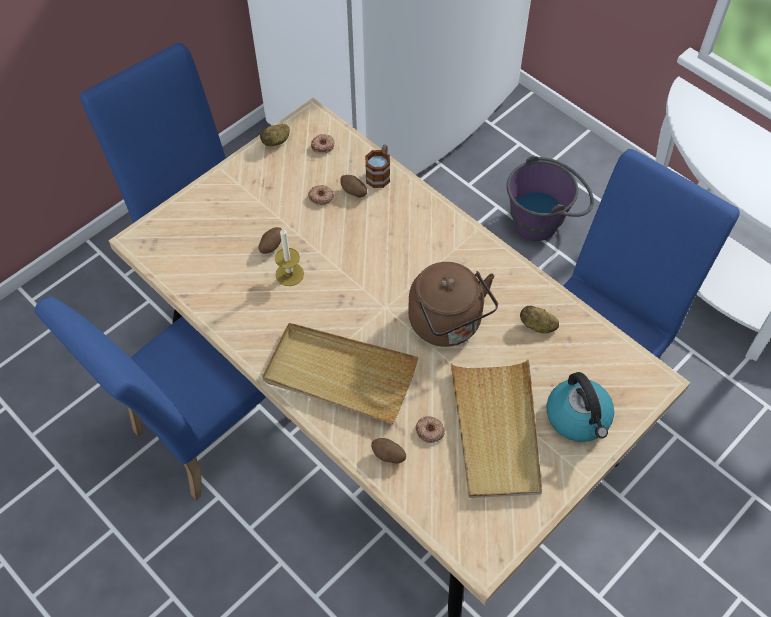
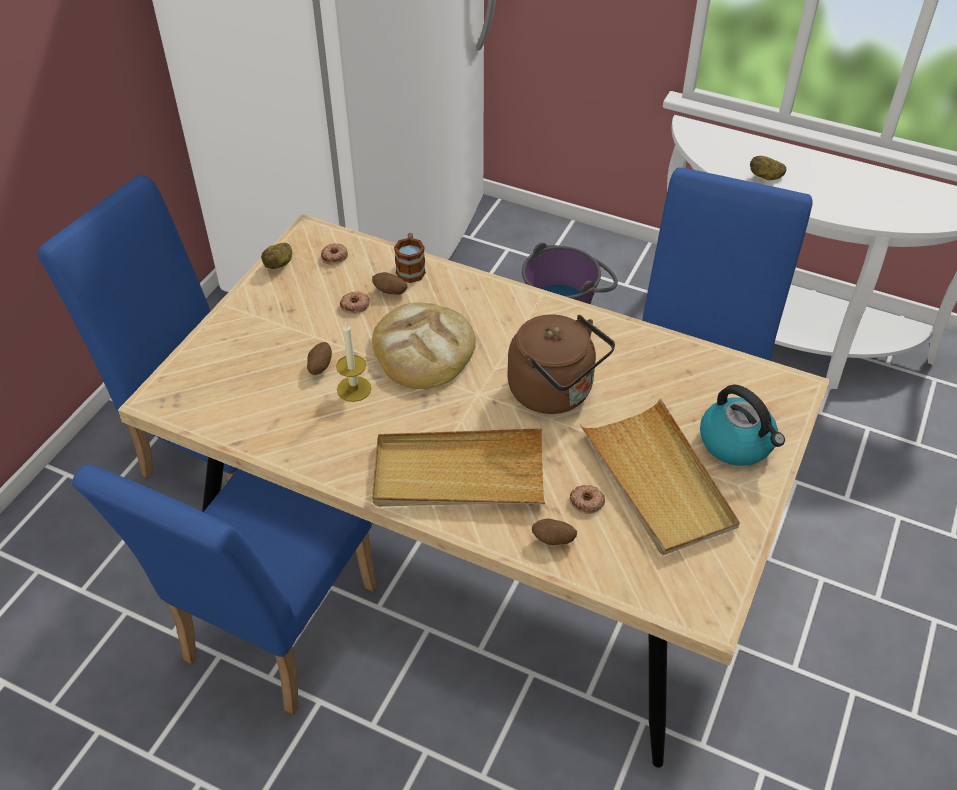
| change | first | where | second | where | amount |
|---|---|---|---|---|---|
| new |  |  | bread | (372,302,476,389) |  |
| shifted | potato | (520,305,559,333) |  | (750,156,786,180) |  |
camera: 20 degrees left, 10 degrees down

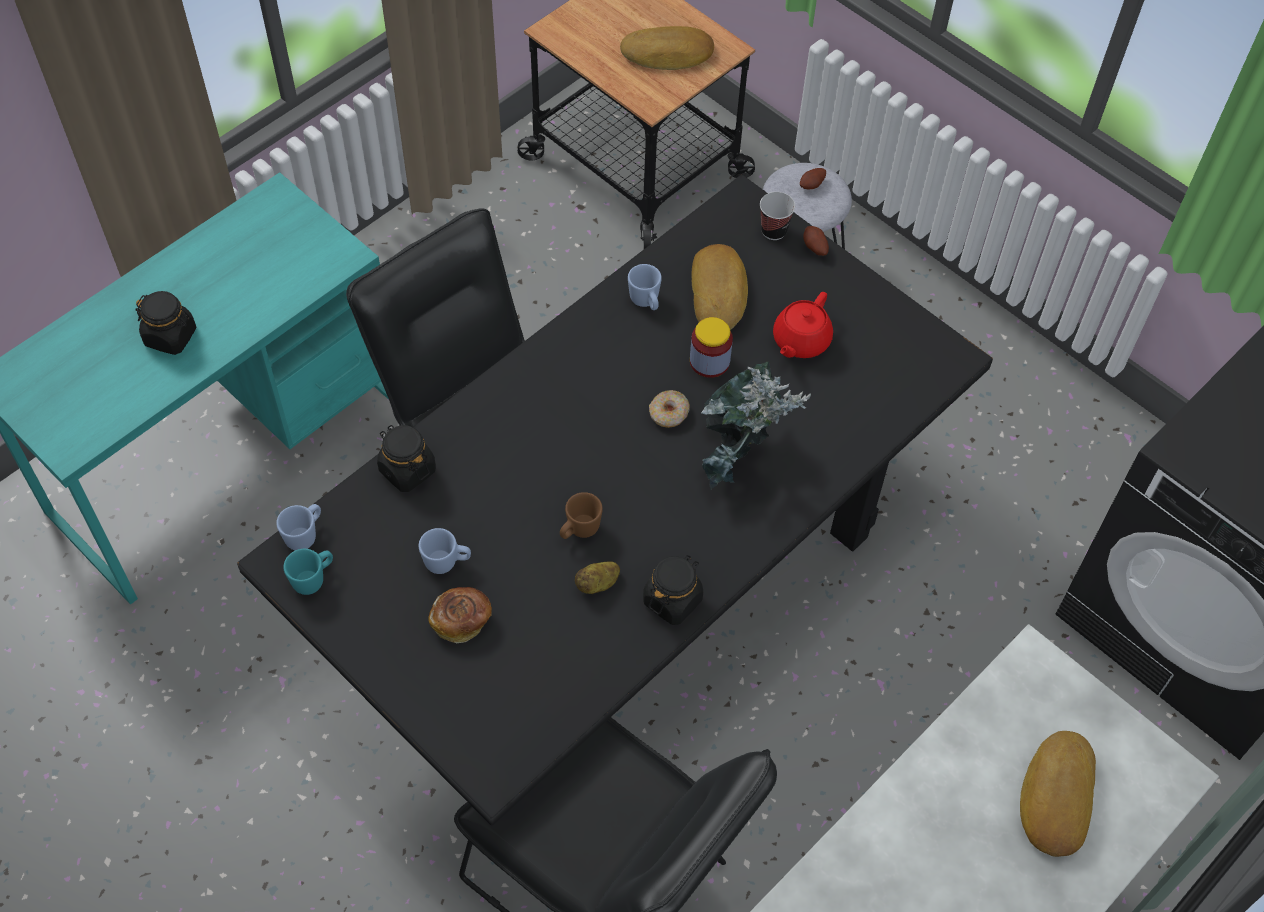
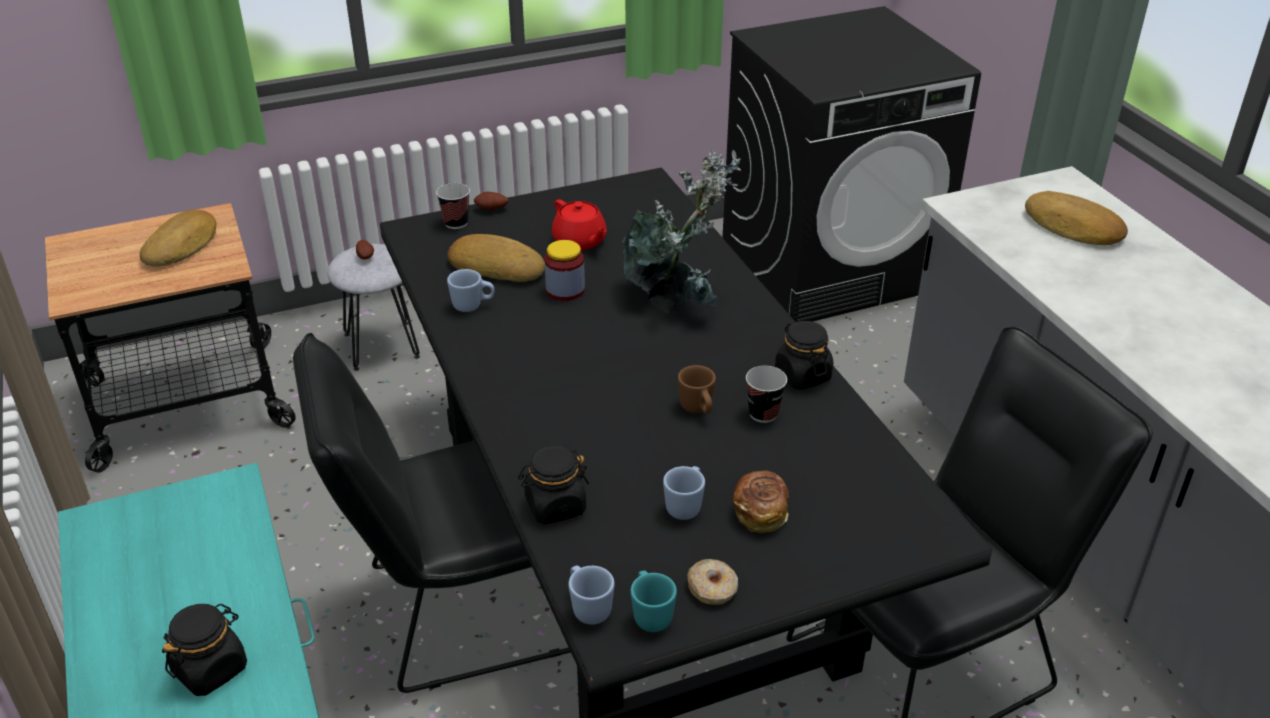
| change | first | where | second | where | amount |
|---|---|---|---|---|---|
| shifted | donut | (649,390,690,428) |  | (687,559,738,605) |  |
| swapped | potato | (575,561,620,594) | cup | (746,366,787,423) |  |
camera: 65 degrees left, 20 degrees down

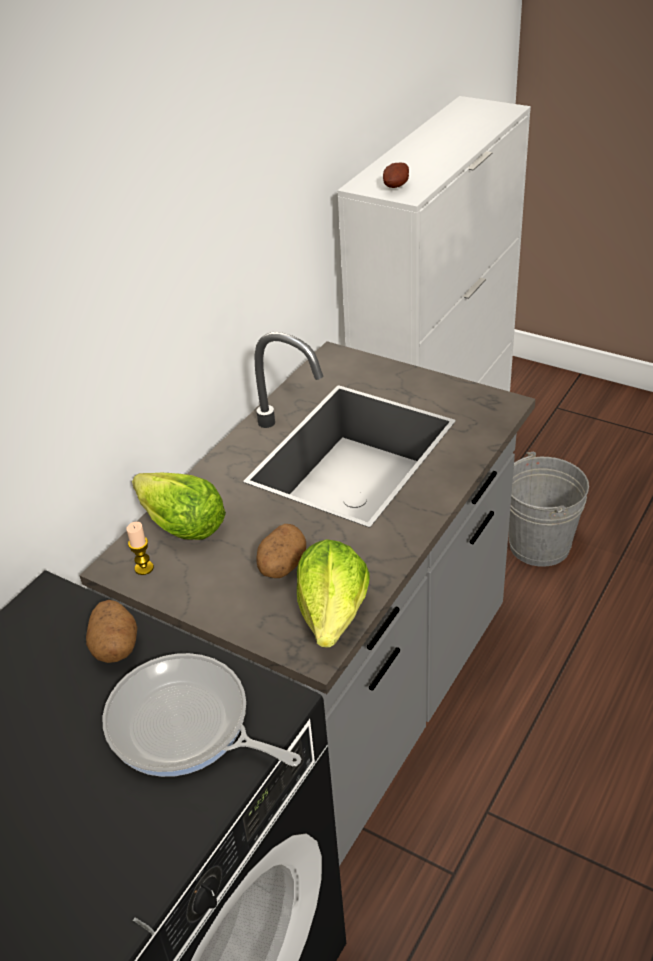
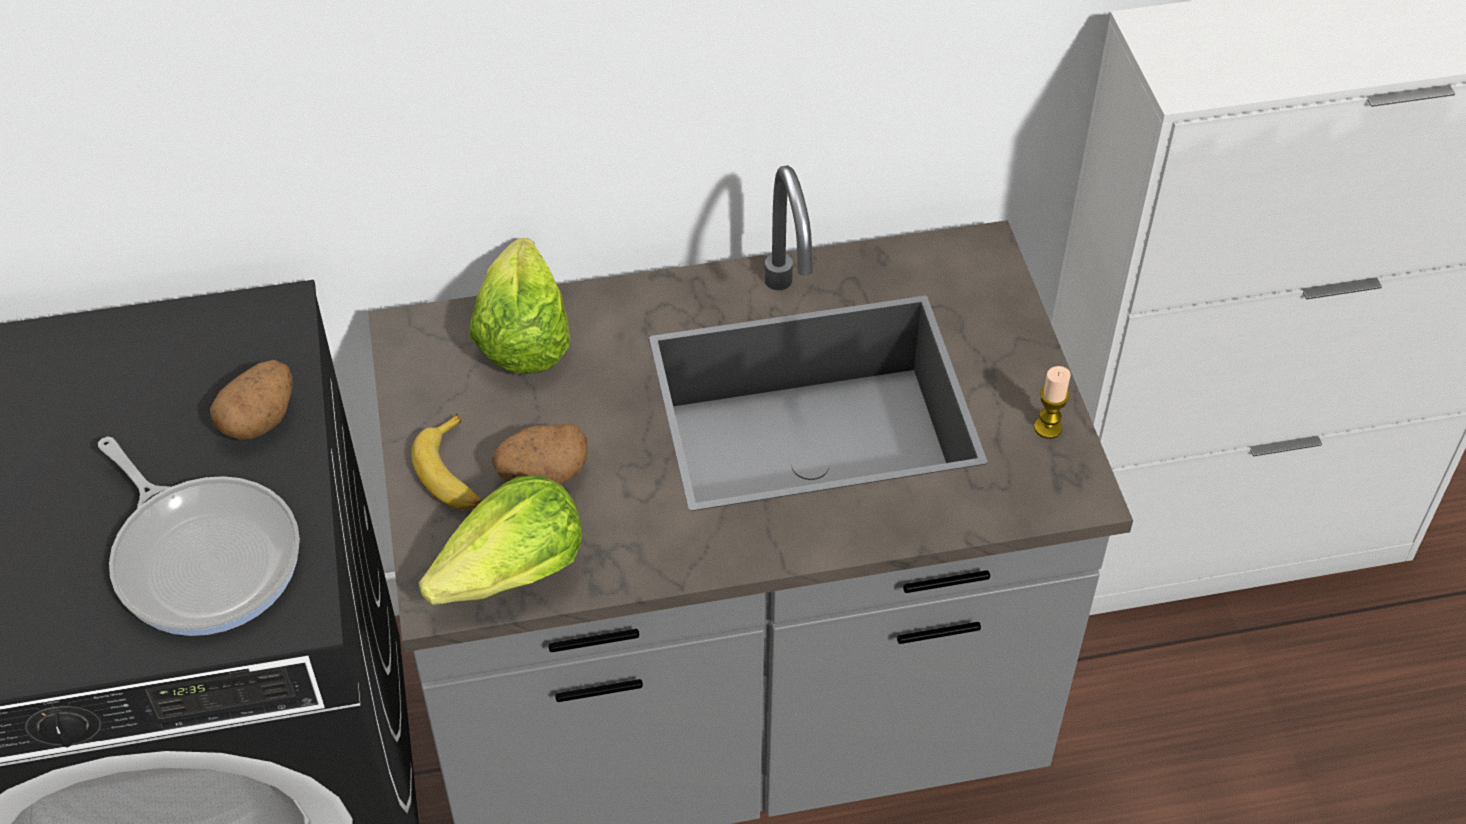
| change | first | where | second | where | amount |
|---|---|---|---|---|---|
| rotated | frying pan | (103,653,301,777) |  | (98,437,300,636) | 150 degrees clockwise |
| new |  |  | banana | (411,413,482,509) |  |
| shifted | candle | (127,522,154,575) |  | (1034,366,1071,439) |  |
| gone | potato | (383,163,409,188) |  |  |  |
| gone | grey bucket | (509,451,589,567) |  |  |  |
camera: 45 degrees right, 10 degrees up

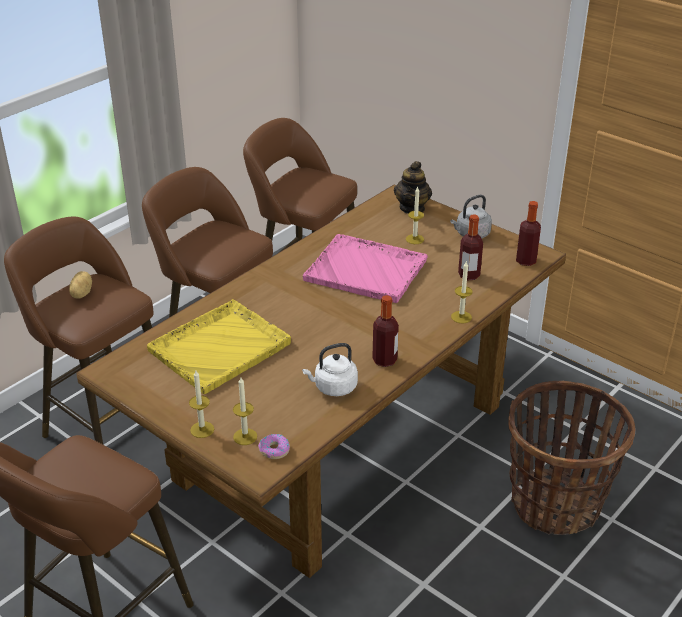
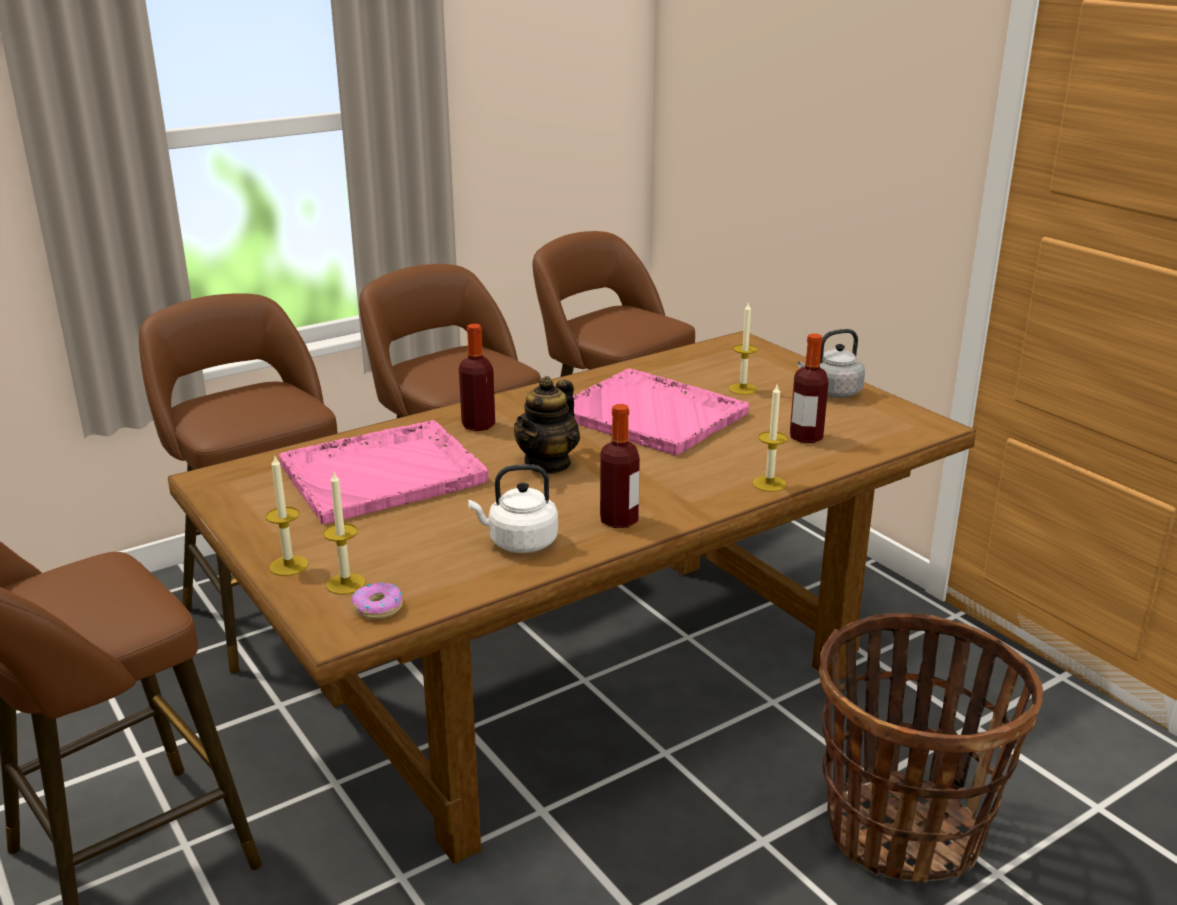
| change | first | where | second | where | amount |
|---|---|---|---|---|---|
| repainted | yellow tray | (147,299,291,394) | pink tray | (279,420,489,524) |  |
| shifted | bottle | (516,201,541,266) |  | (459,324,495,431) |  |
| shifted | teapot | (394,161,432,214) |  | (514,376,580,474) |  |
| gone | potato | (69,271,92,299) |  |  |  |
camera: 15 degrees right, 10 degrees down

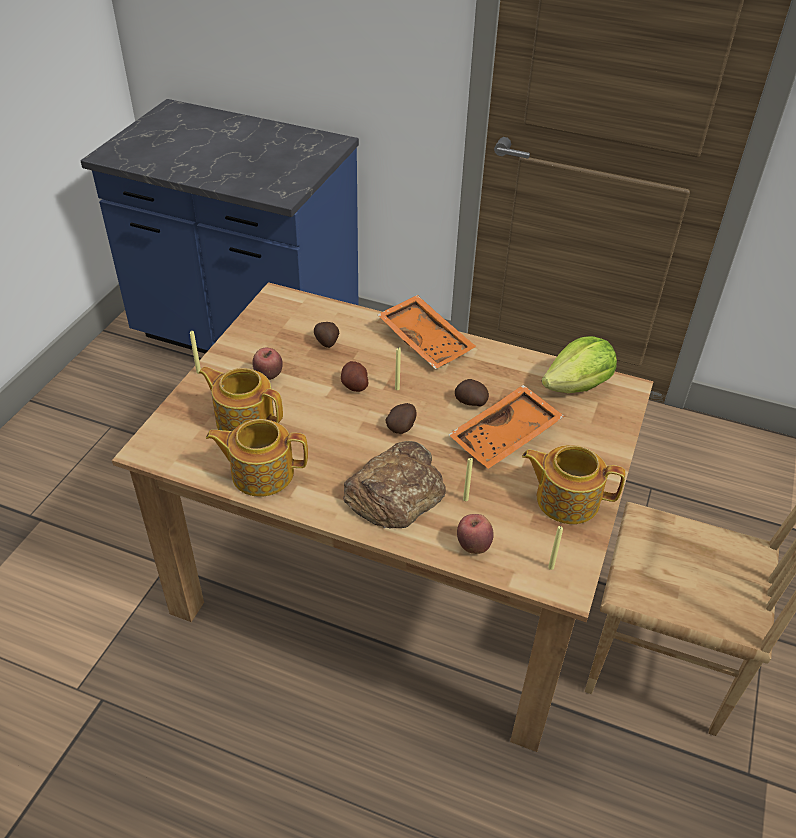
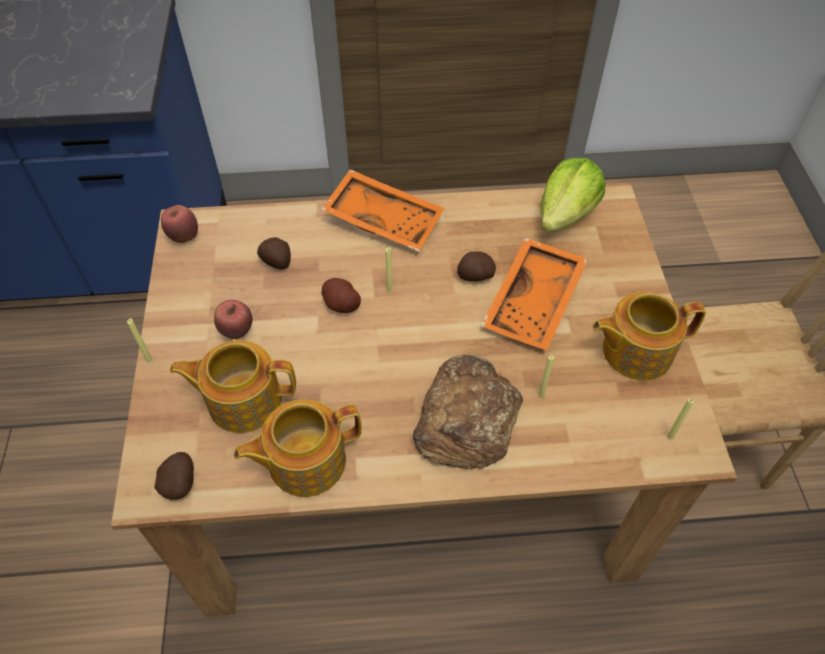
| change | first | where | second | where | amount |
|---|---|---|---|---|---|
| shifted | potato | (385,403,417,434) |  | (154,452,194,500) |  |
| shifted | apple | (457,514,494,554) |  | (161,205,198,243) |  |
camera: 25 degrees left, 10 degrees up

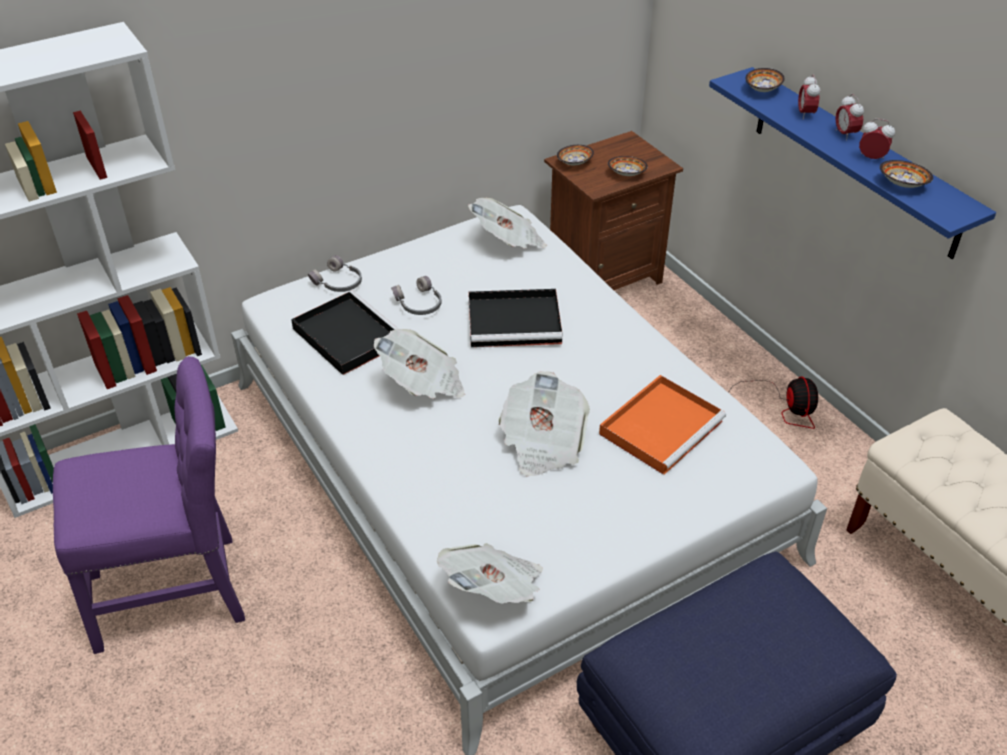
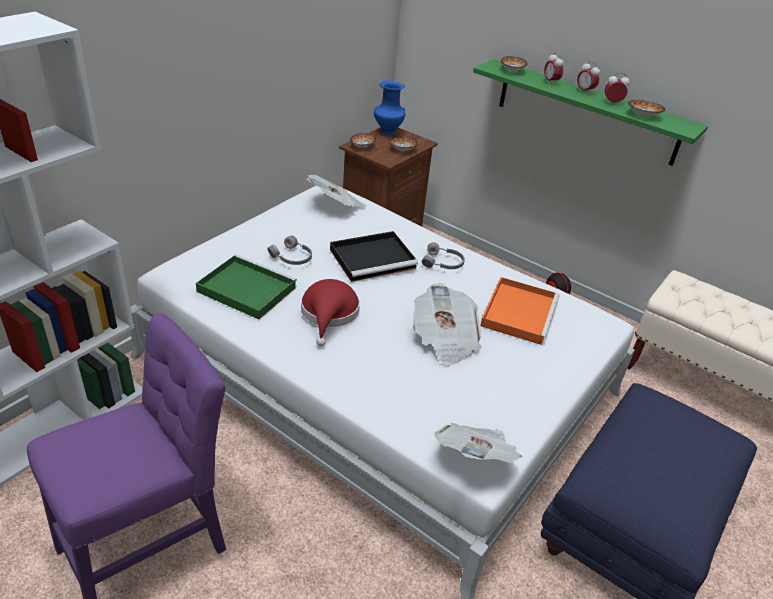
| change | first | where | second | where | amount |
|---|---|---|---|---|---|
| repainted | black tray | (291,291,399,375) | green tray | (196,254,297,319) |  |
| swapped | newspaper | (374,329,465,399) | red hat | (301,279,360,346) |  |
| new |  |  | blue vase | (374,80,405,135) |  |
| shifted | grey headphones | (308,255,362,292) |  | (422,242,465,269) |  |
| repainted | blue shelf | (709,67,996,259) | green shelf | (473,59,708,166) |  |
camera: 25 degrees left, 5 degrees down

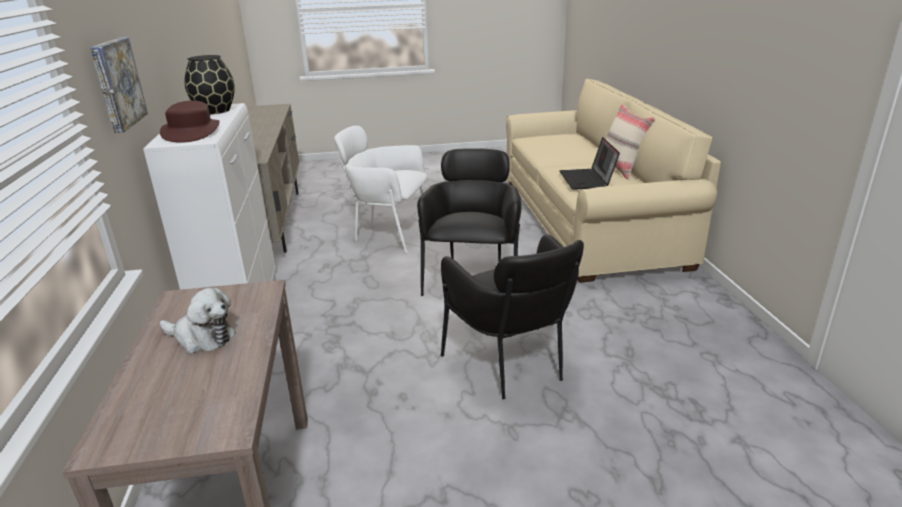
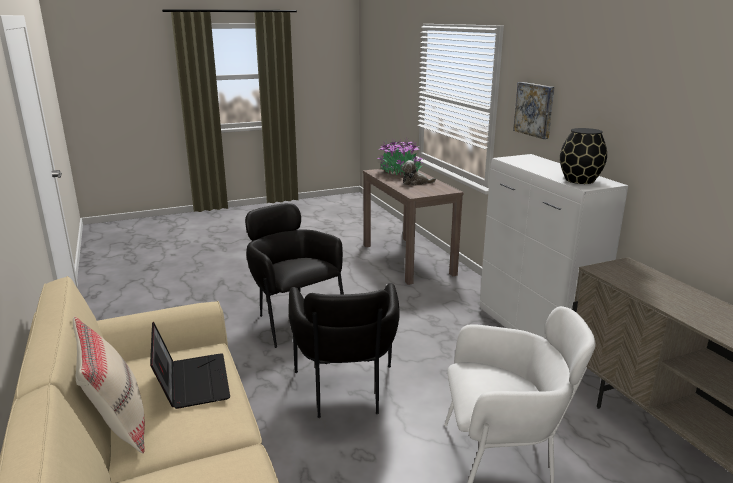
| change | first | where | second | where | amount |
|---|---|---|---|---|---|
| new |  |  | potted plant | (378,138,424,176) |  |
| gone | brown hat | (160,101,219,143) |  |  |  |
camera: 165 degrees right, 5 degrees down

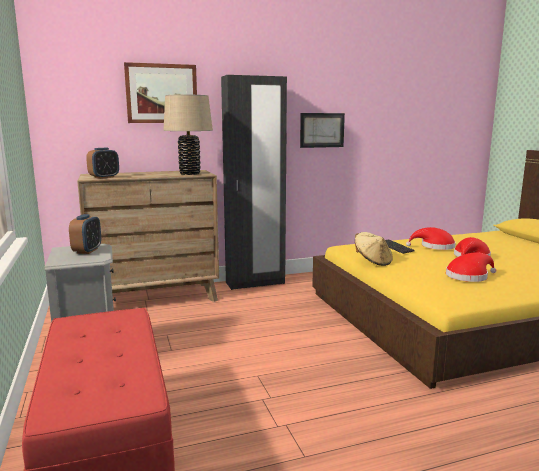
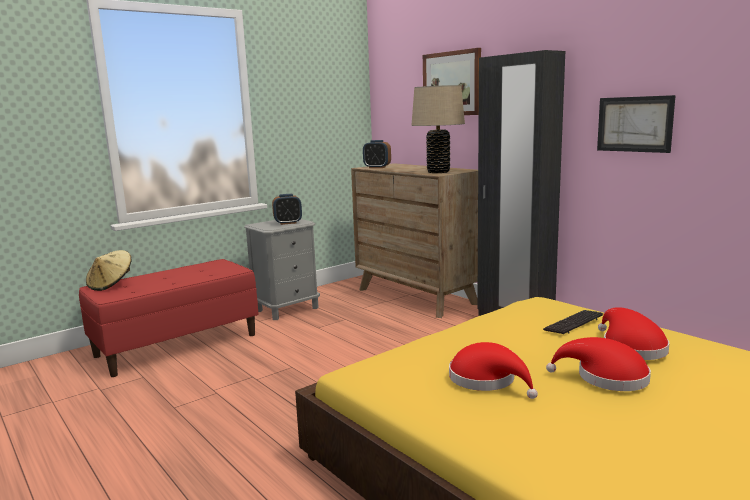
| change | first | where | second | where | amount |
|---|---|---|---|---|---|
| shifted | beige hat | (355,232,393,266) |  | (86,250,131,291) |  |
camera: 70 degrees right, 0 degrees up

